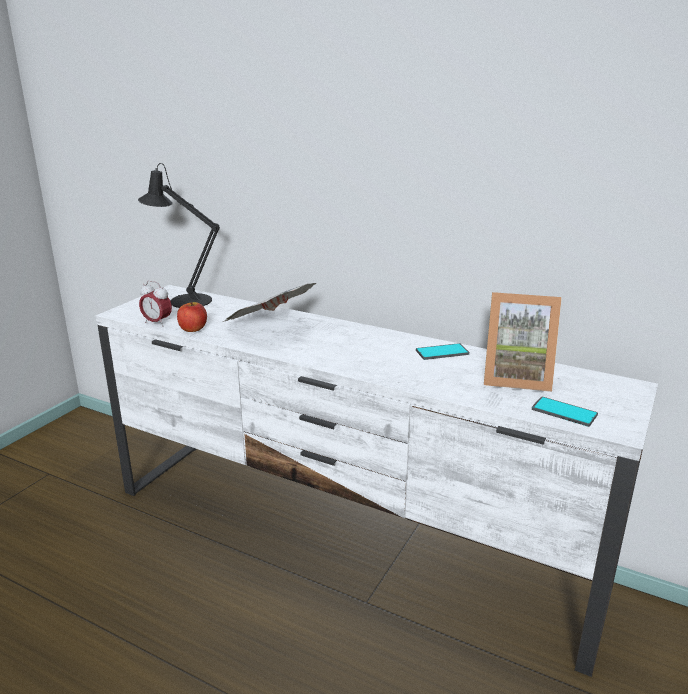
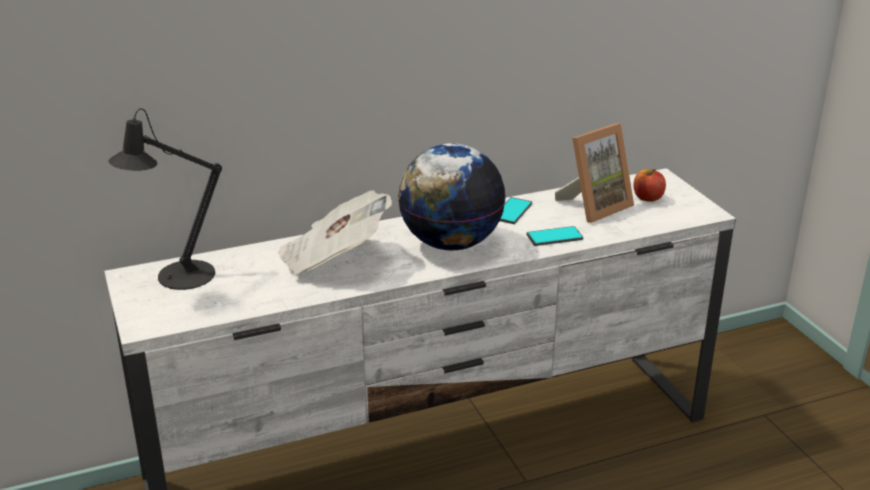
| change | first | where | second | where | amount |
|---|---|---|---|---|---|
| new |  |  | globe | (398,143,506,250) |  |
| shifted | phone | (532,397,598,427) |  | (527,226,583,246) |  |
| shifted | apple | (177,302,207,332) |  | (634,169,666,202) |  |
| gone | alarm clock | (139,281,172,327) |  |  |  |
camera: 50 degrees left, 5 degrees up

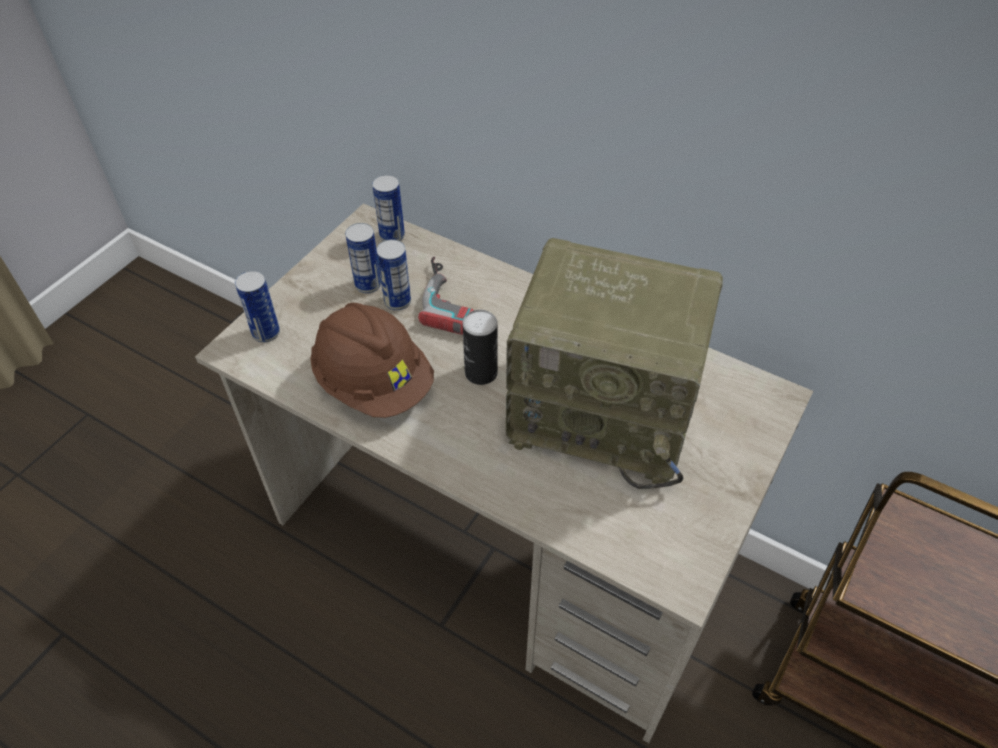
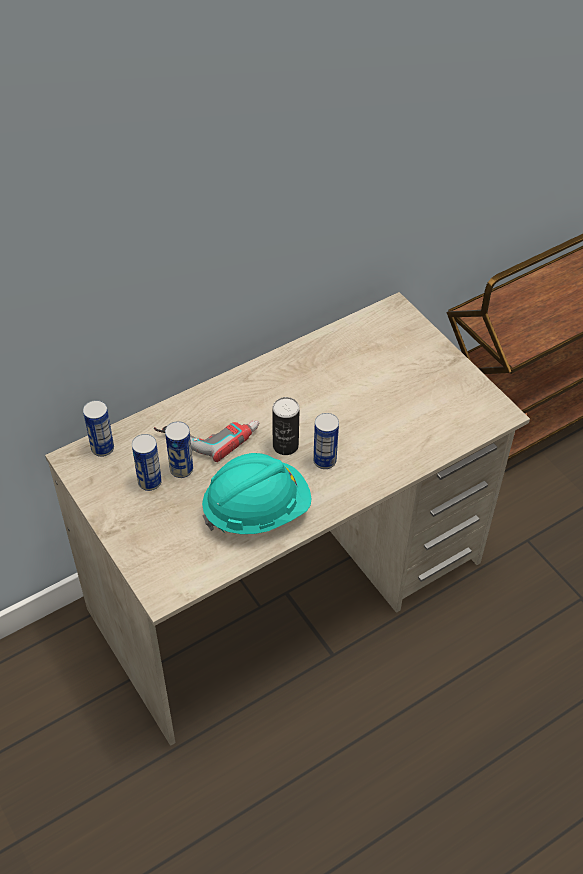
| change | first | where | second | where | amount |
|---|---|---|---|---|---|
| repainted | brown hard hat | (310,303,434,418) | turquoise hard hat | (202,453,311,534) |  |
| shifted | can | (235,271,280,342) |  | (313,413,339,469) |  |
| gone | radio | (506,238,723,489) |  |  |  |
camera: 65 degrees left, 0 degrees up

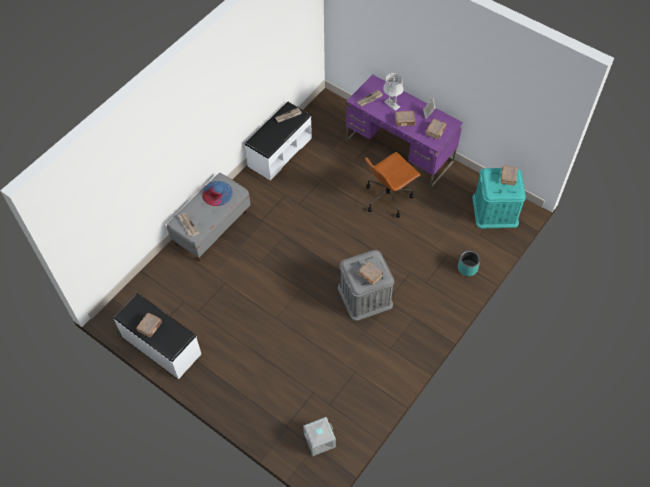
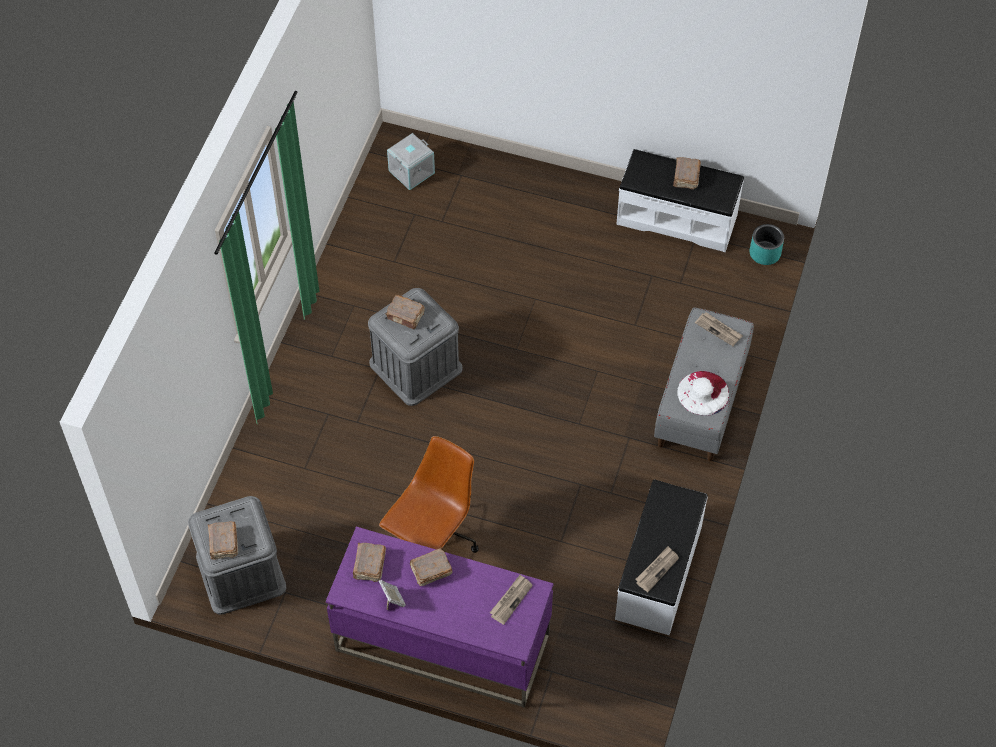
| change | first | where | second | where | amount |
|---|---|---|---|---|---|
| repainted | turquoise storage box | (473,168,526,228) | grey storage box | (188,496,287,615) |  |
| repainted | blue hat | (202,181,233,206) | white hat | (677,371,729,416) |  |
| shifted | turquoise planter | (458,250,480,276) |  | (750,224,784,265) |  |
| gone | grey table lamp | (383,73,404,111) |  |  |  |
camera: 160 degrees right, 0 degrees up

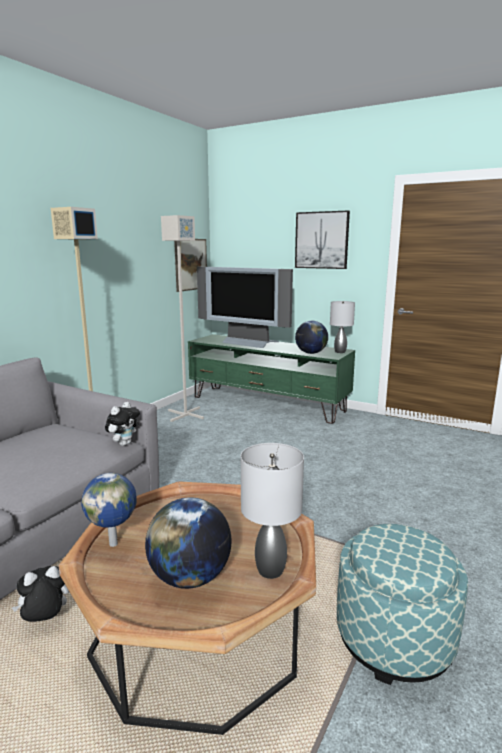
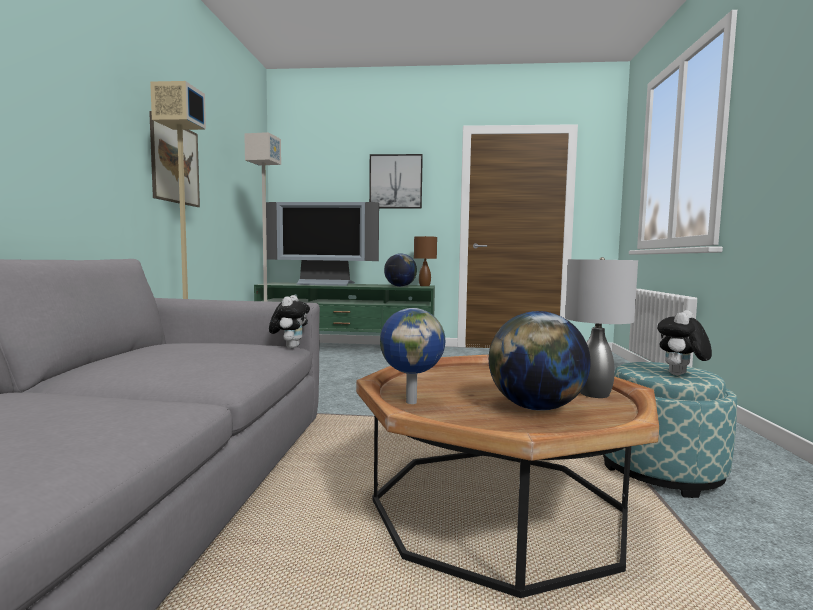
| change | first | where | second | where | amount |
|---|---|---|---|---|---|
| shifted | picture | (174,239,207,292) |  | (149,111,200,207) |  |
| repainted | grey table lamp | (330,301,355,353) | brown table lamp | (414,236,437,286) |  |
| shifted | plush toy | (12,566,69,622) |  | (657,310,712,375) |  |
camera: 25 degrees left, 10 degrees down

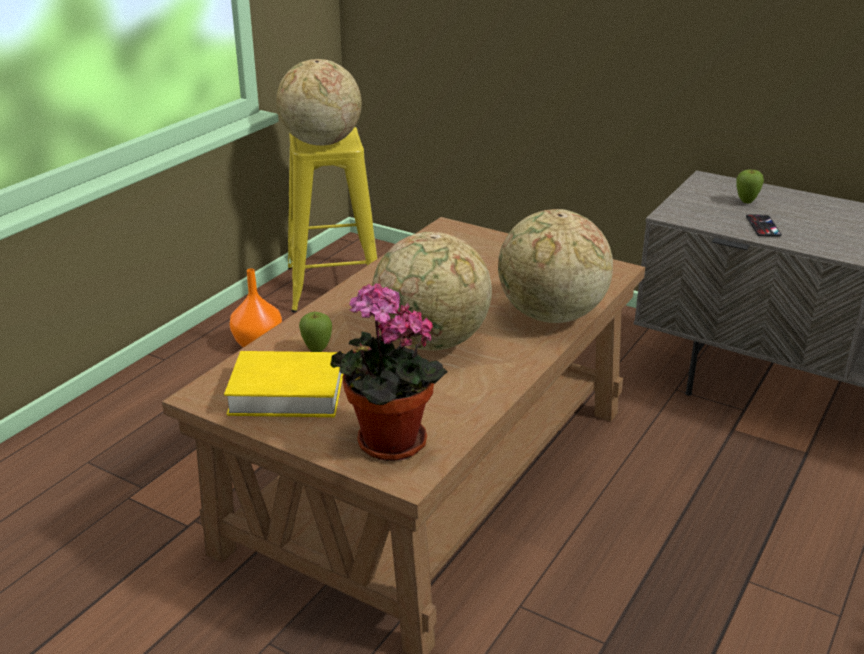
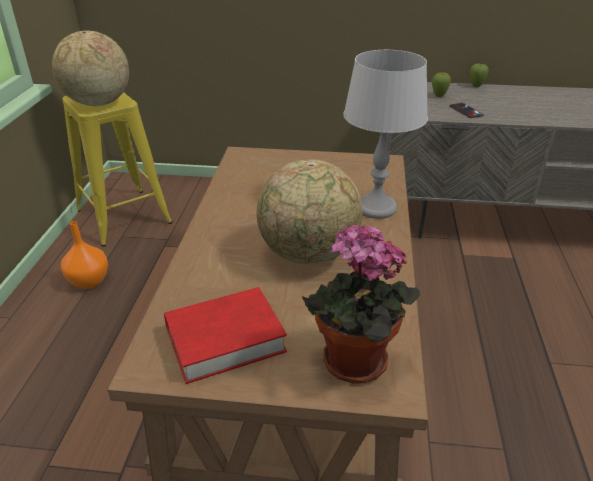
| change | first | where | second | where | amount |
|---|---|---|---|---|---|
| repainted | yellow book | (224,351,343,417) | red book | (164,287,287,384) |  |
| swapped | globe | (498,209,613,323) | grey table lamp | (343,50,428,219) |  |
| shifted | apple | (299,312,332,352) |  | (470,64,489,88) |  |
camera: 25 degrees left, 5 degrees up

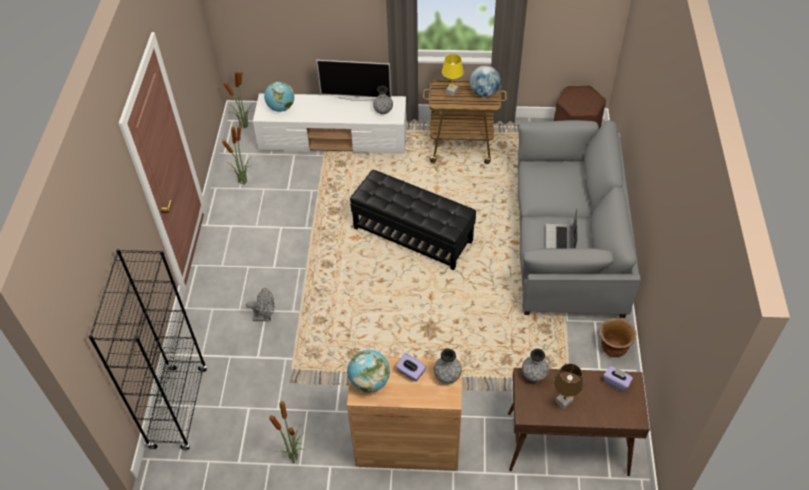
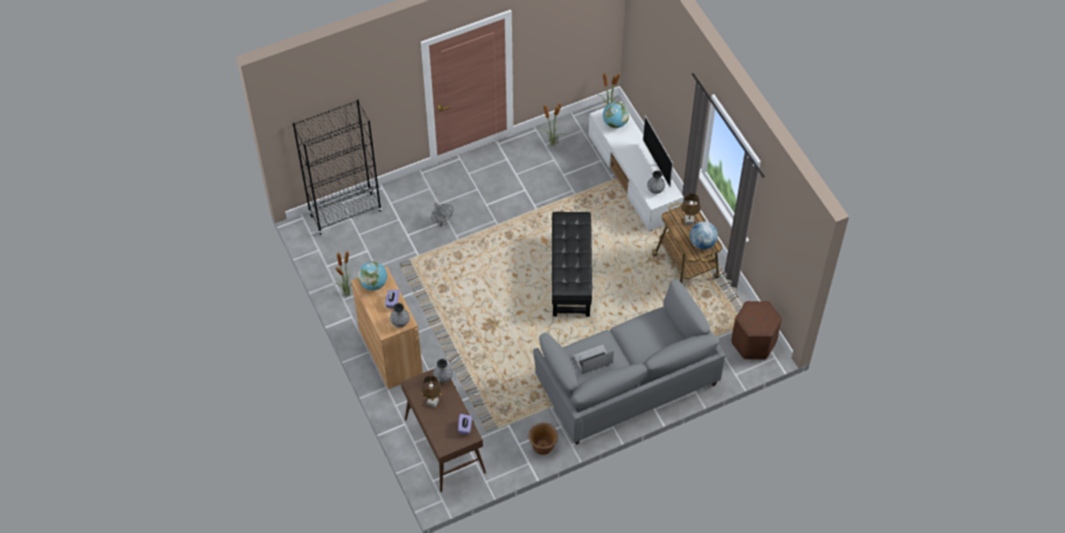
| change | first | where | second | where | amount |
|---|---|---|---|---|---|
| repainted | yellow table lamp | (442,54,464,96) | brown table lamp | (681,193,701,225) |  |
camera: 60 degrees right, 5 degrees up

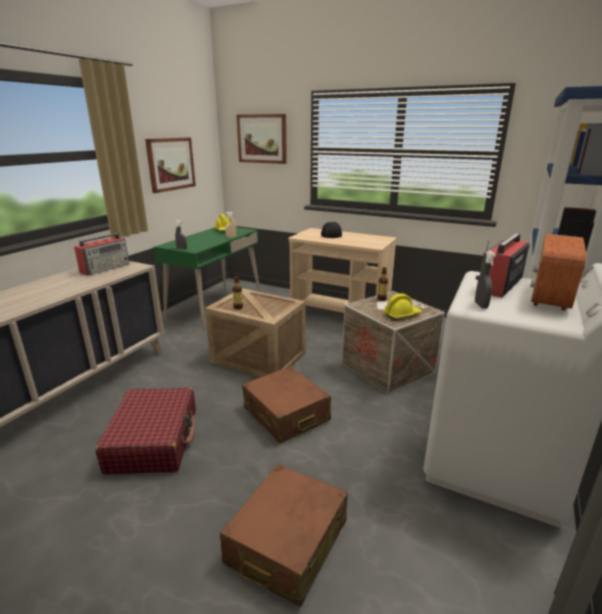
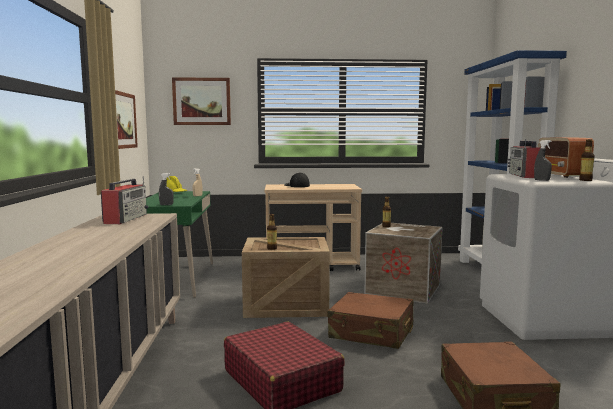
| change | first | where | second | where | amount |
|---|---|---|---|---|---|
| new |  |  | bottle | (579,139,595,181) |  |
| gone | yellow hard hat | (383,293,422,320) |  |  |  |
camera: 30 degrees left, 15 degrees down

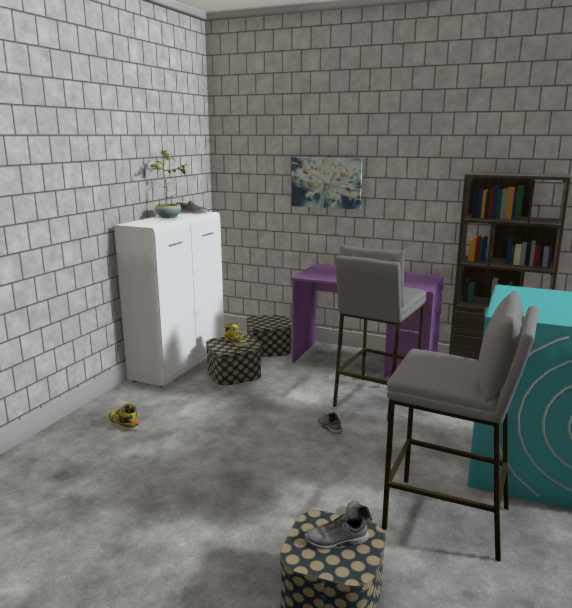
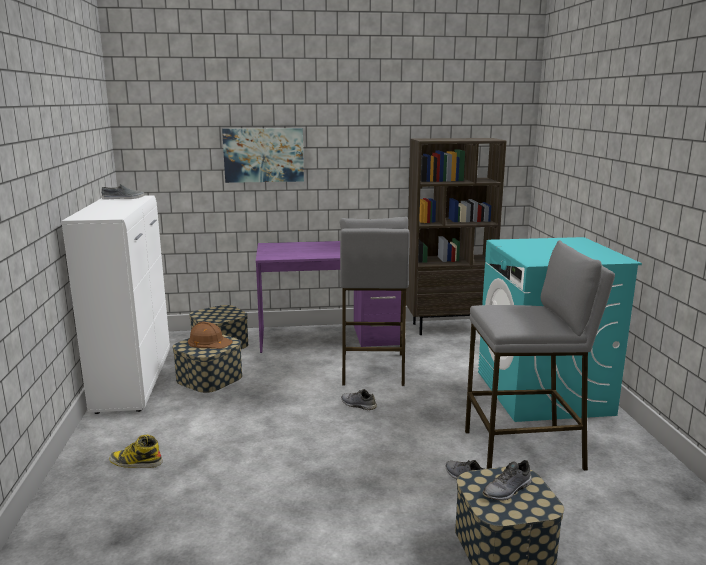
| change | first | where | second | where | amount |
|---|---|---|---|---|---|
| swapped | boot | (224,322,249,347) | brown hard hat | (188,321,233,349) |  |
| gone | potted plant | (148,150,189,218) |  |  |  |
camera: 30 degrees left, 0 degrees up

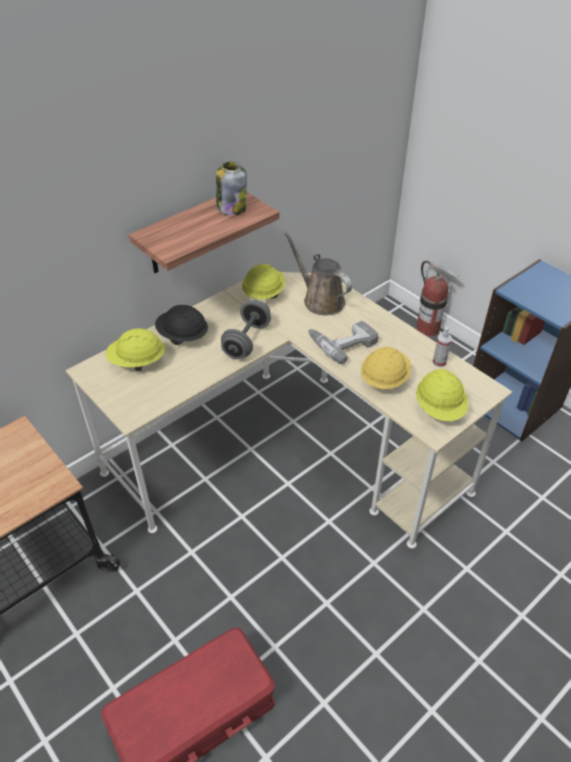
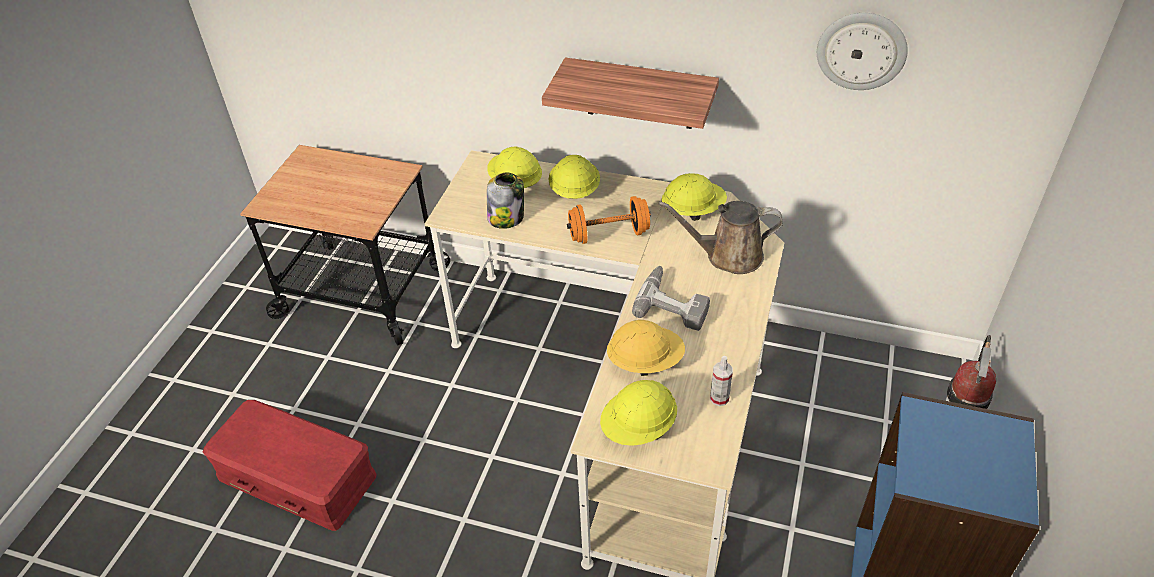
| change | first | where | second | where | amount |
|---|---|---|---|---|---|
| shifted | jar | (216,162,247,215) |  | (487,172,524,229) |  |
| repainted | black hard hat | (155,305,208,345) | yellow hard hat | (548,155,600,199) |  |
| repainted | grey dumbbell | (221,300,271,359) | orange dumbbell | (567,196,651,244) |  |
| rotated | brown watering can | (284,232,352,315) |  | (659,201,783,274) | 105 degrees counterclockwise |
| new |  |  | wall clock | (817,13,908,90) |  |
camera: 60 degrees right, 0 degrees up

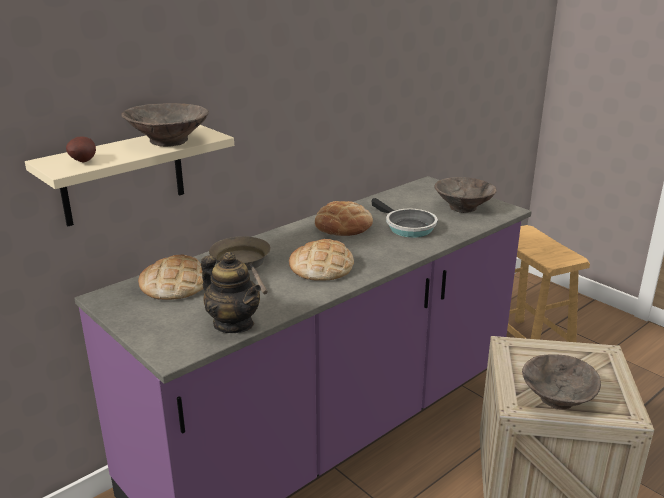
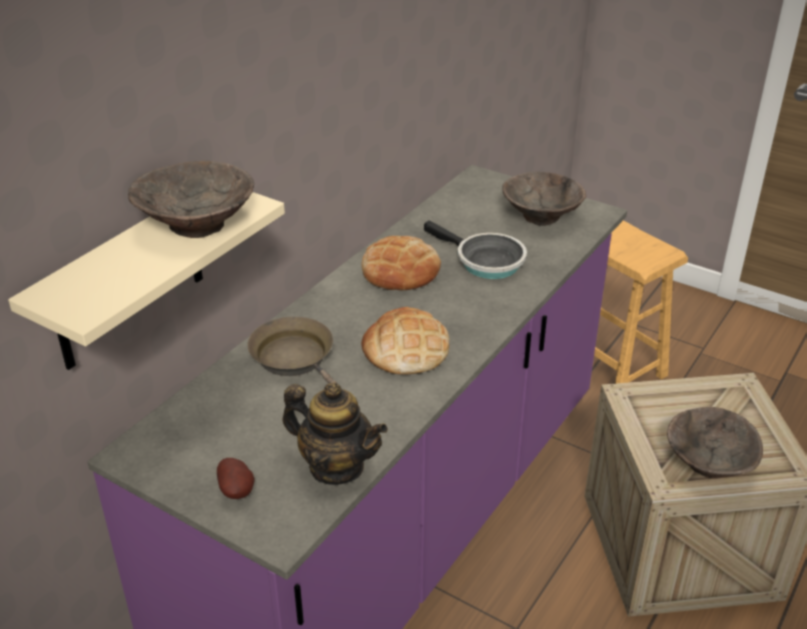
| change | first | where | second | where | amount |
|---|---|---|---|---|---|
| shifted | potato | (66,136,96,163) |  | (217,458,255,499) |  |
| gone | bread | (138,254,203,300) |  |  |  |
camera: 15 degrees left, 10 degrees up

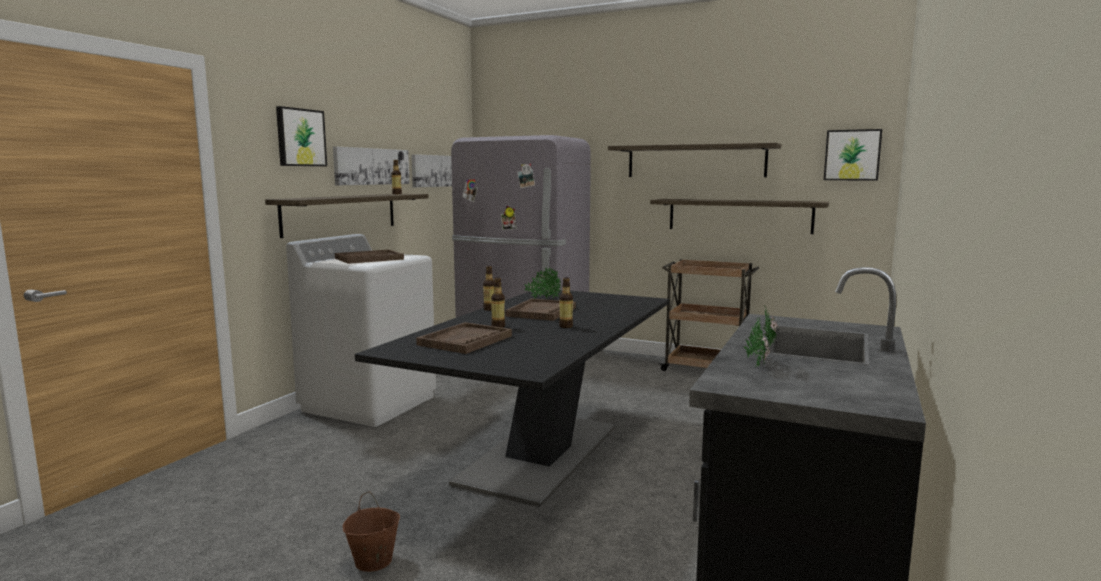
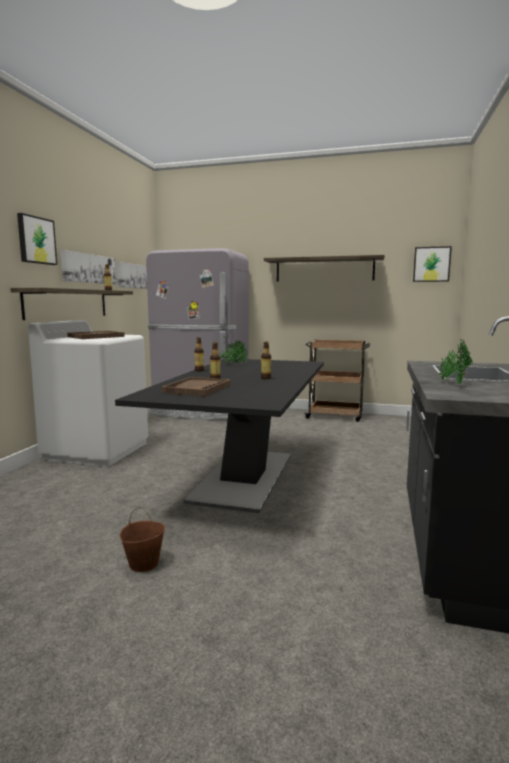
| change | first | where | second | where | amount |
|---|---|---|---|---|---|
| gone | brown tray | (505,298,576,321) |  |  |  |
| gone | shelf | (650,199,829,234) |  |  |  |
camera: 10 degrees left, 0 degrees up

